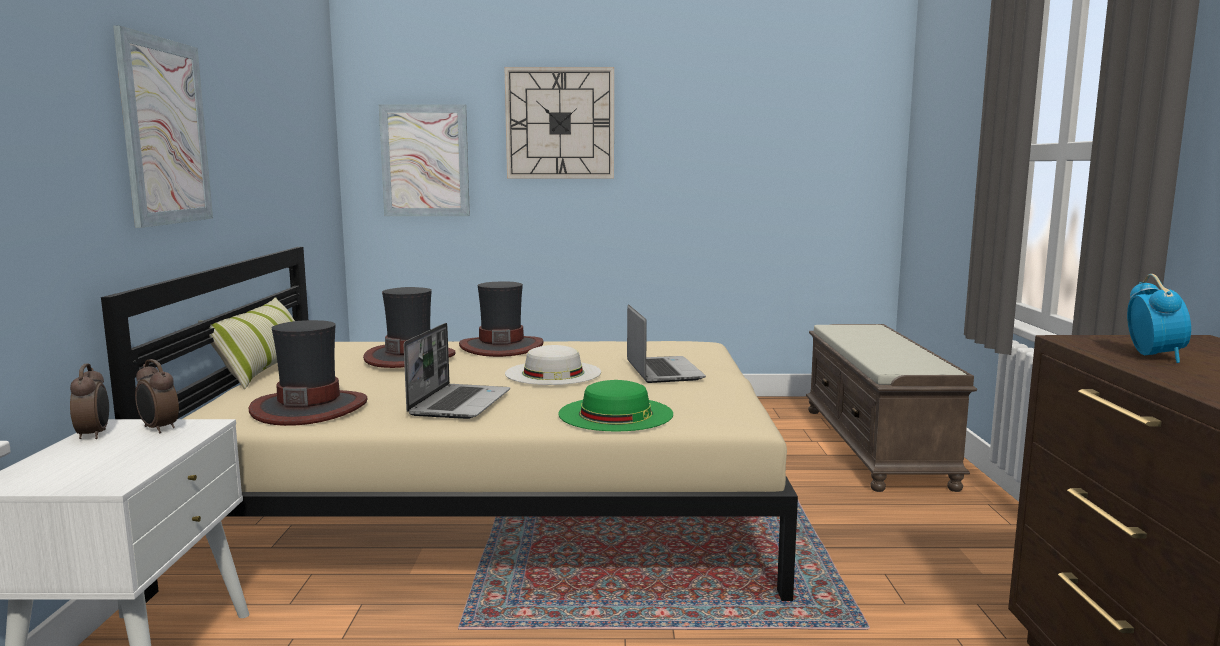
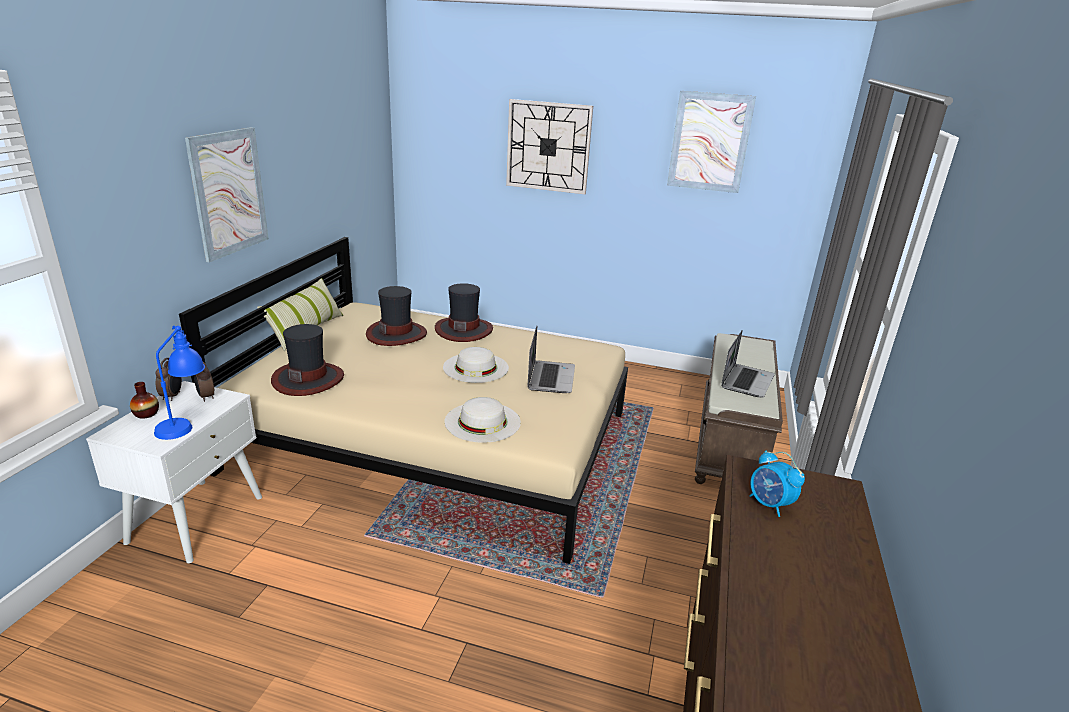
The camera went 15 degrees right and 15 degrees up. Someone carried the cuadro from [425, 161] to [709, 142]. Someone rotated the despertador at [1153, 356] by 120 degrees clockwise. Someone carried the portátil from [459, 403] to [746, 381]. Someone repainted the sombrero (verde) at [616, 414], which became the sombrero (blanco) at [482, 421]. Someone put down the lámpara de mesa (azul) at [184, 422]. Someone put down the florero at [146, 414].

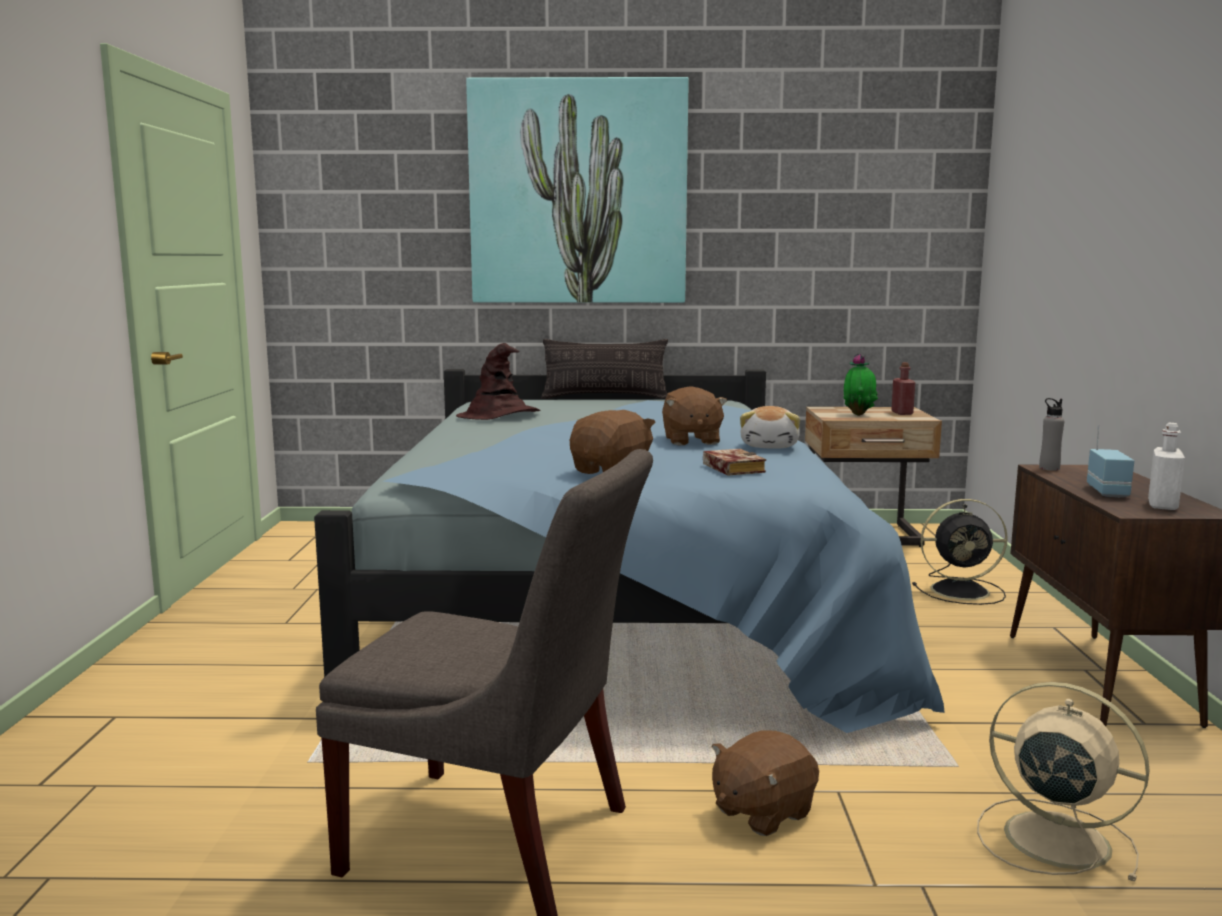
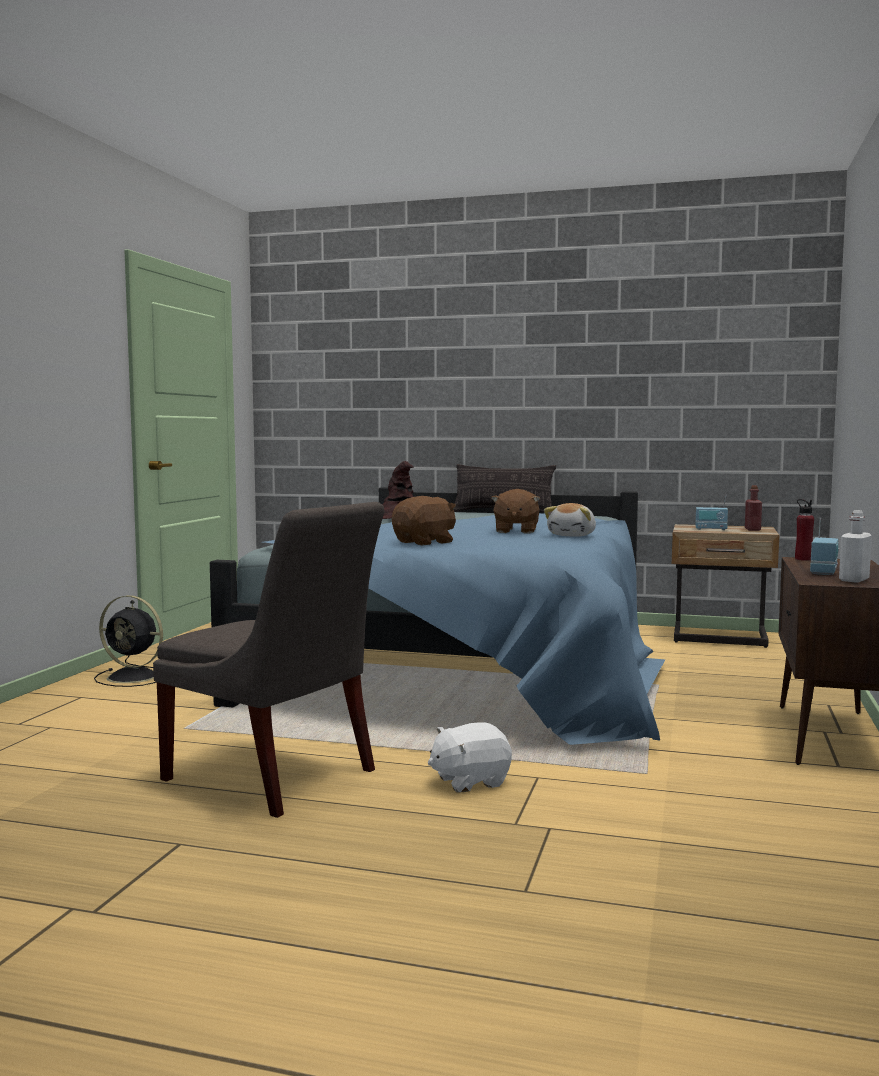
The camera went 15 degrees right and 5 degrees down. Someone took away the cuadro at [578, 193]. Someone swapped the planta en maceta at [858, 414] for the radio at [711, 529]. Someone repainted the botella (gris) at [1049, 468], which became the botella (rojo) at [803, 559]. Someone took away the libro at [730, 468]. Someone carried the ventilador (negro) from [962, 591] to [134, 677]. Someone took away the ventilador (beis) at [1051, 838]. Someone repainted the peluche (marrón) at [761, 811], which became the peluche (blanco) at [470, 781].

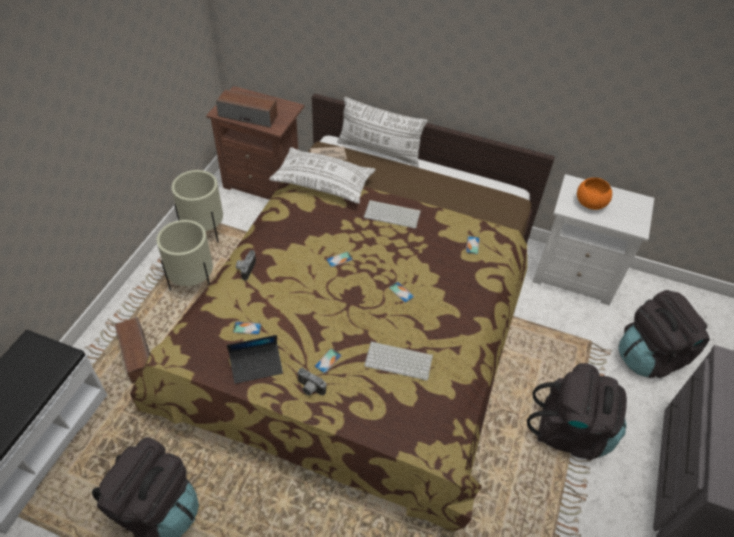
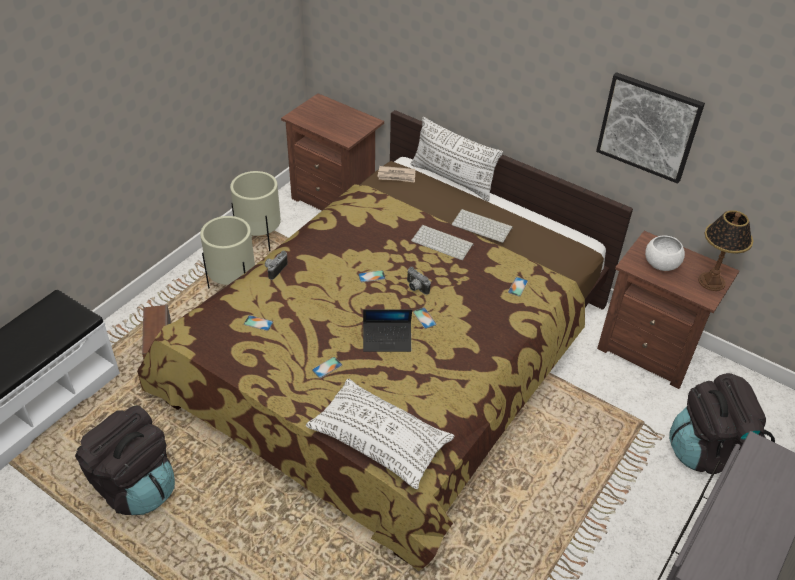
The camera went 15 degrees right and 5 degrees down. Someone took away the altavoz at [248, 116]. Someone carried the cojín (blanco) from [323, 184] to [380, 441]. Someone repainted the mesita de noche (blanco) at [575, 275], which became the mesita de noche (marrón) at [650, 350]. Someone repainted the cuenco (naranja) at [590, 203], which became the cuenco (blanco) at [661, 264]. Someone carried the portátil from [256, 365] to [387, 340]. Someone carried the teclado from [399, 360] to [483, 226]. Someone took away the mochila (negro) at [571, 432]. Someone carried the cámara from [309, 389] to [415, 288]. Someone put up the cuadro at [648, 127]. Someone put down the lámpara de mesa at [711, 281].

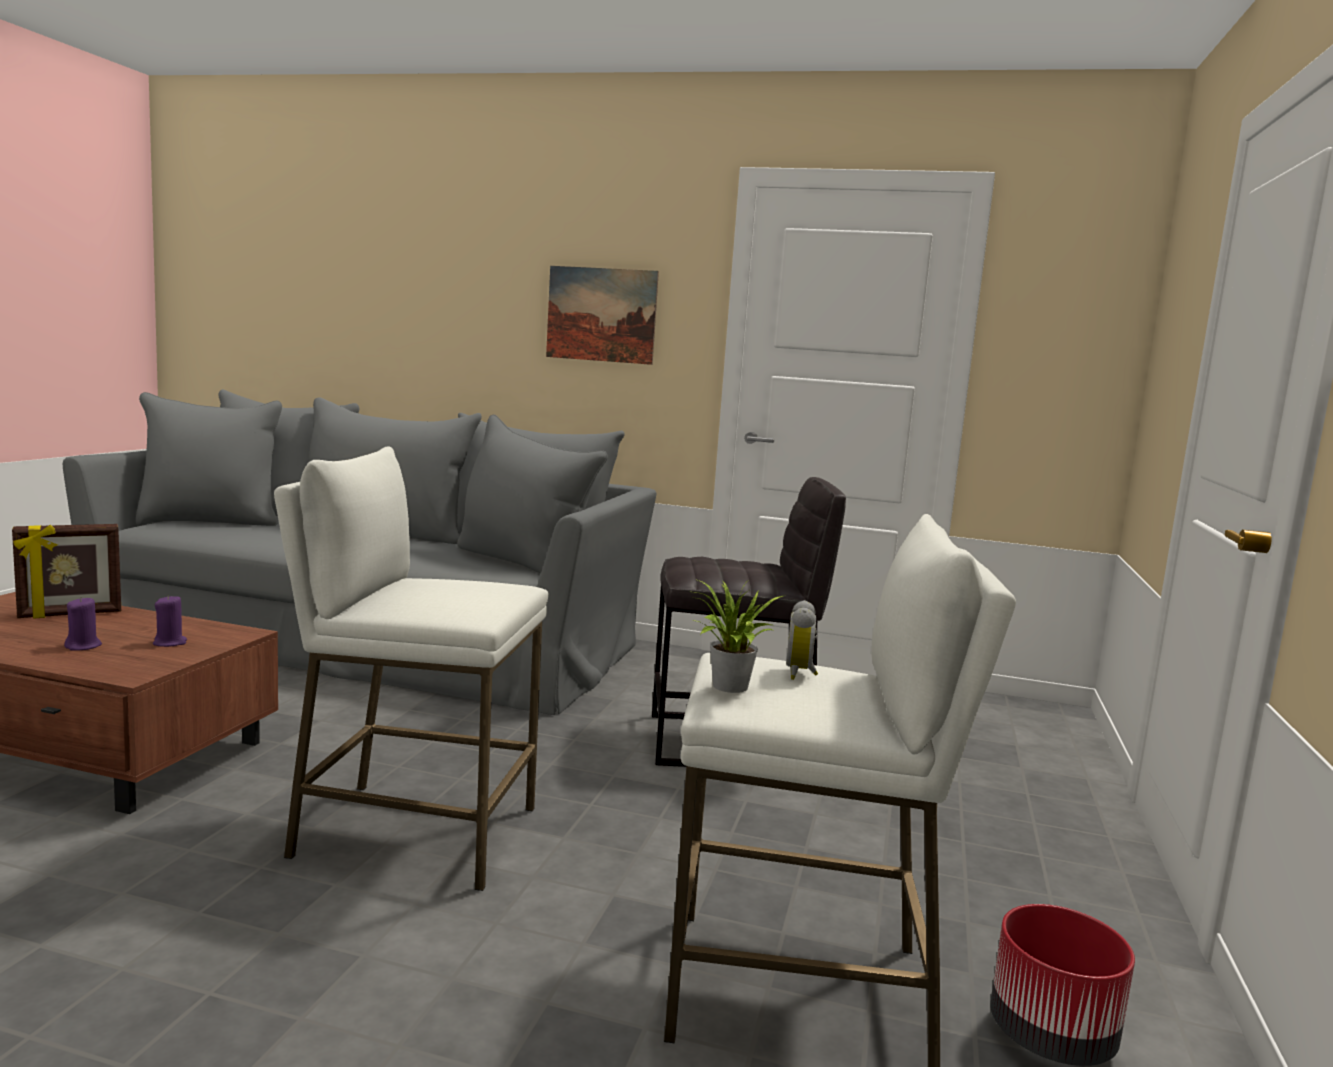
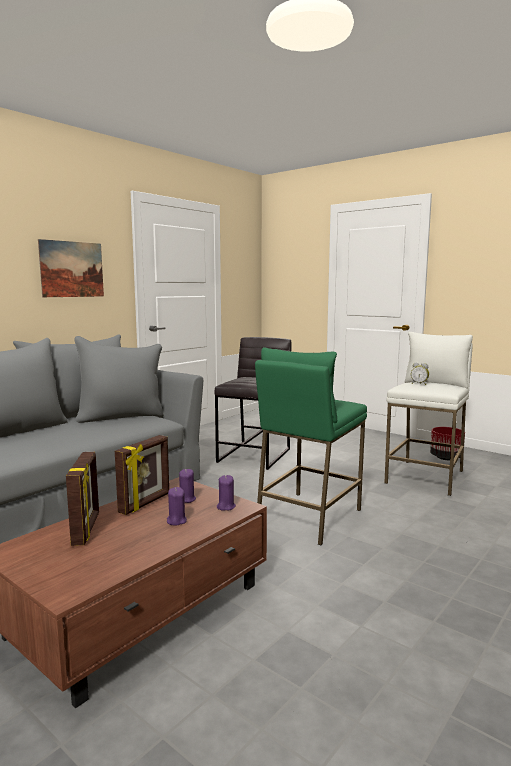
The camera went 65 degrees left and 0 degrees up. Someone repainted the taburete (blanco) at [415, 833], which became the taburete (verde) at [308, 517]. Someone took away the planta en maceta at [727, 687]. Someone put down the portarretratos at [145, 503]. Someone put down the vela (morado) at [226, 506].

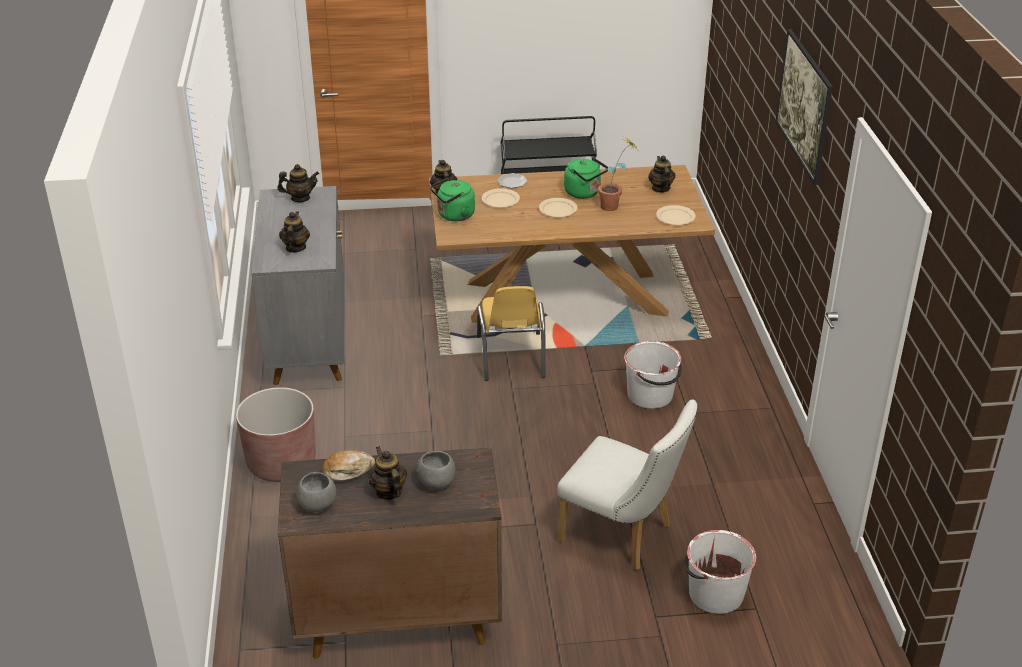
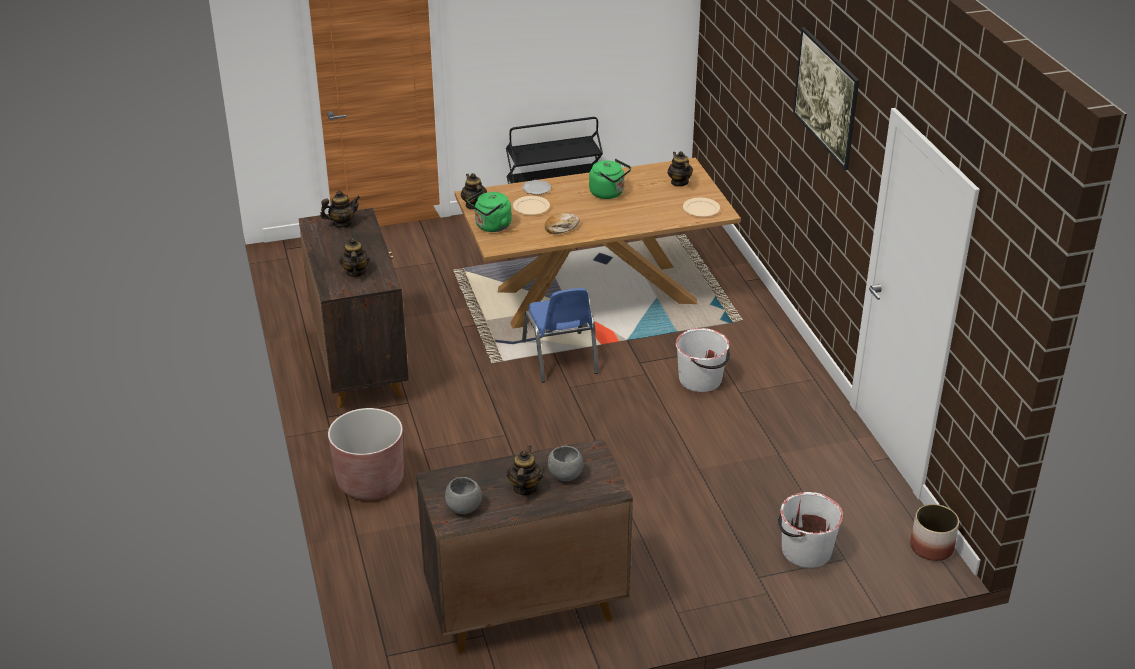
The camera went 10 degrees left and 0 degrees up. Someone took away the planta en maceta at [615, 206]. Someone repainted the armario (gris) at [308, 343], which became the armario (marrón) at [359, 364]. Someone took away the plato (beis) at [557, 209]. Someone repainted the silla (amarillo) at [511, 357], which became the silla (azul) at [560, 357]. Someone took away the silla (blanco) at [623, 535]. Someone rotated the tetera at [388, 492] by 45 degrees clockwise. Someone carried the pan from [348, 471] to [561, 228]. Someone put down the maceta at [931, 547].

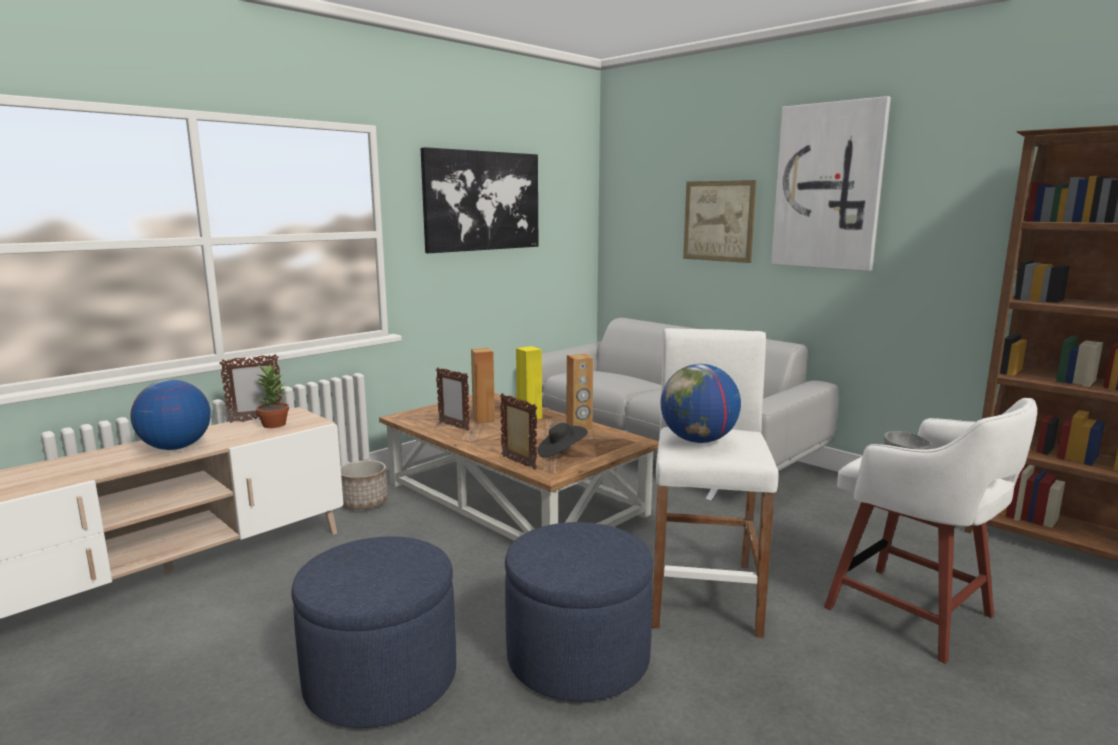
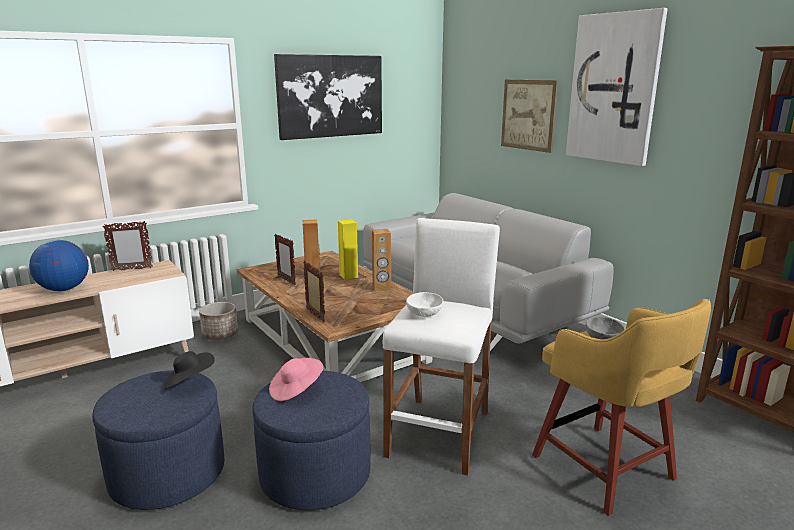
The camera went 10 degrees right and 5 degrees up. Someone took away the planta en maceta at [274, 424]. Someone swapped the globo terráqueo at [698, 440] for the cuenco (blanco) at [425, 314]. Someone repainted the taburete (blanco) at [913, 614], which became the taburete (amarillo) at [605, 470]. Someone carried the sombrero (negro) from [561, 453] to [189, 382]. Someone put down the sombrero (rosa) at [295, 390].

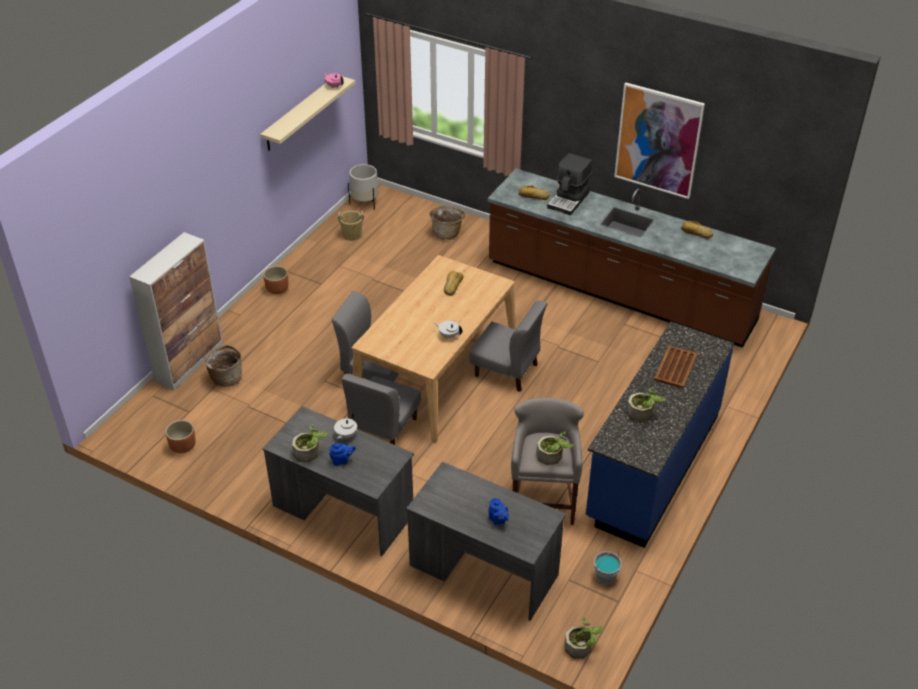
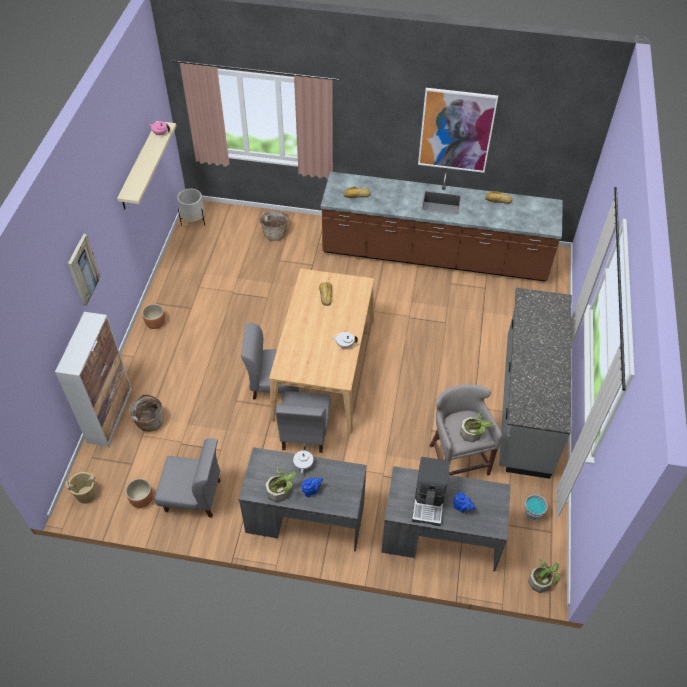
The camera went 20 degrees left and 10 degrees up. Someone carried the cafetera from [569, 200] to [429, 501]. Someone carried the cubo (beis) from [352, 235] to [86, 494]. Someone carried the silla (gris) from [506, 370] to [193, 496]. Someone repainted the mueble bajo de cocina (azul) at [652, 466], which became the mueble bajo de cocina (gris) at [525, 405]. Someone took away the bandeja (marrón) at [675, 367]. Someone took away the planta en maceta at [643, 413]. Someone put up the cuadro at [83, 270].

